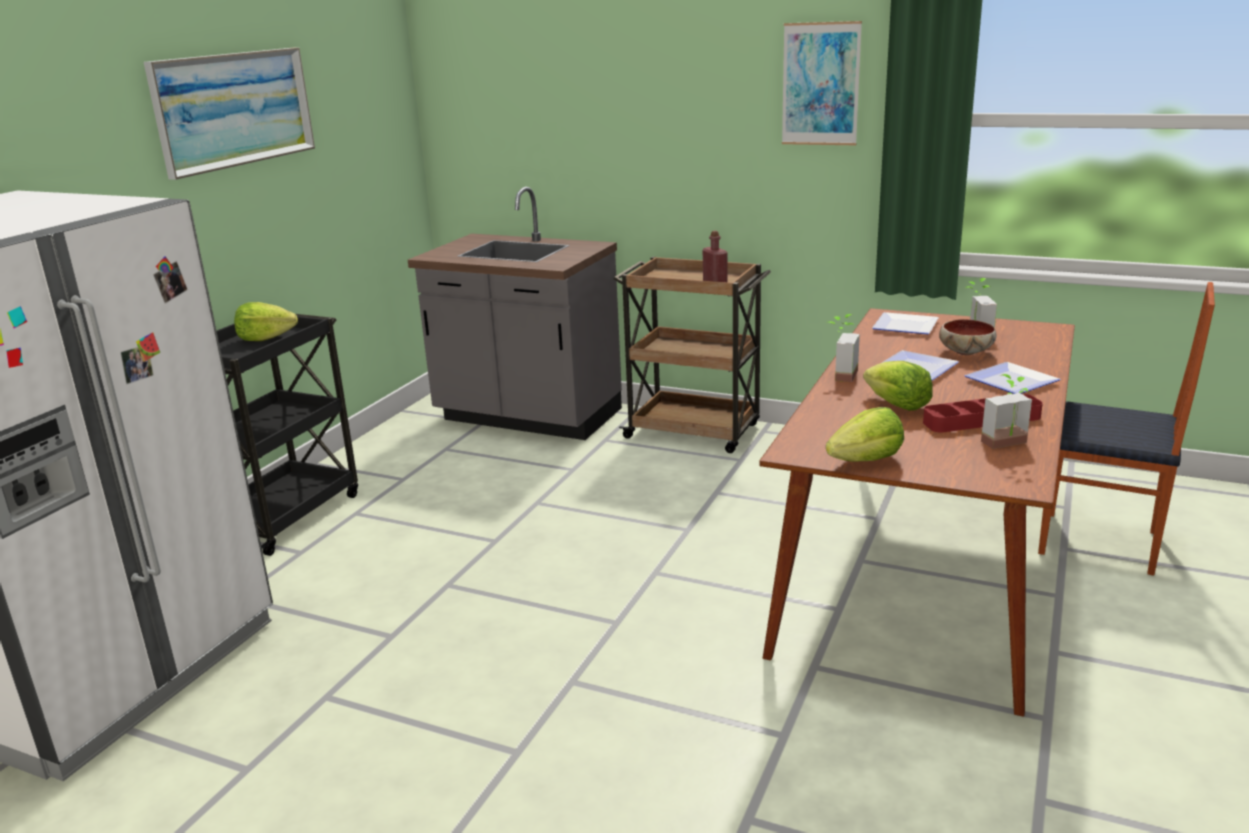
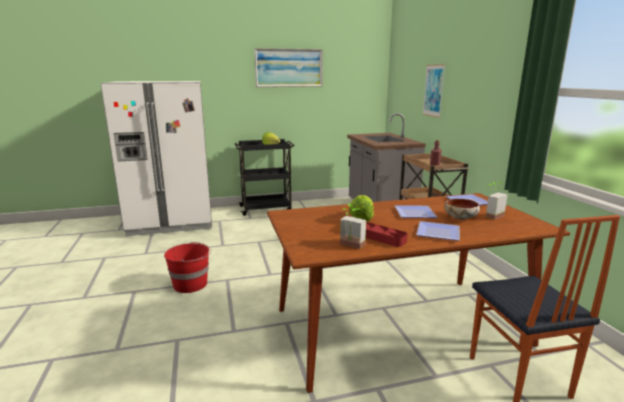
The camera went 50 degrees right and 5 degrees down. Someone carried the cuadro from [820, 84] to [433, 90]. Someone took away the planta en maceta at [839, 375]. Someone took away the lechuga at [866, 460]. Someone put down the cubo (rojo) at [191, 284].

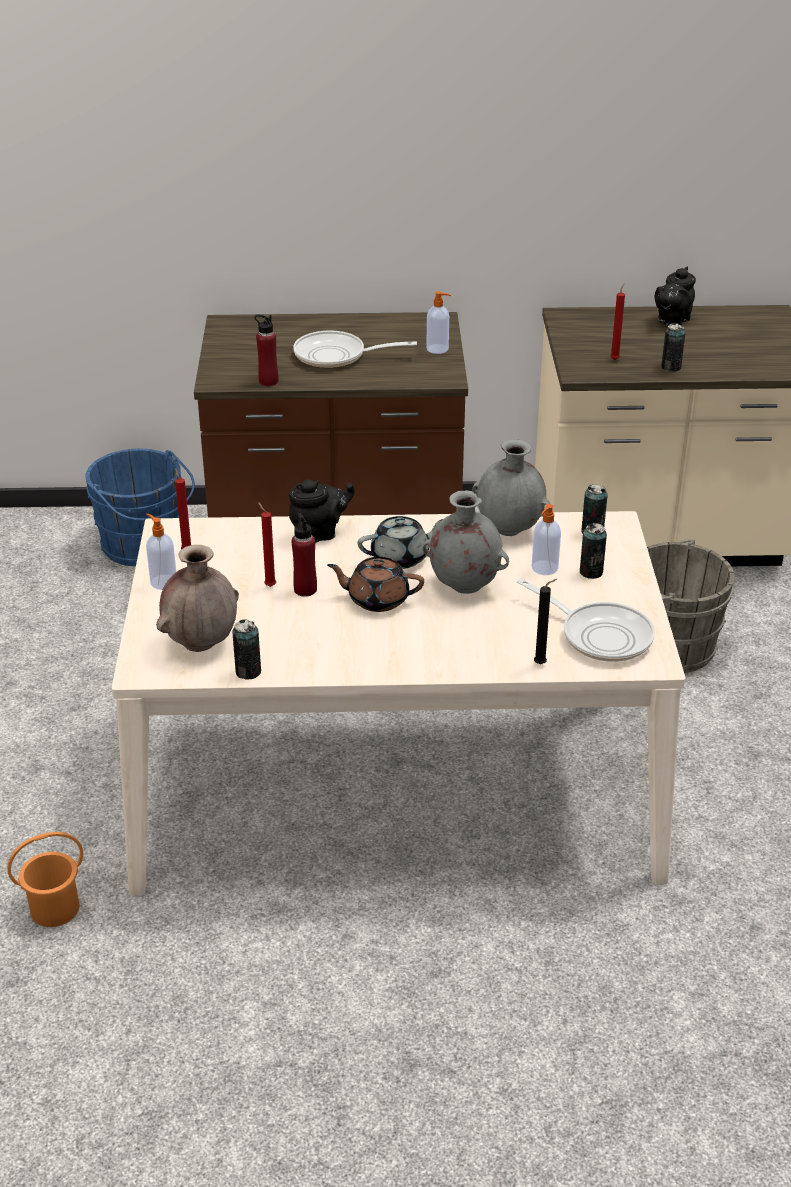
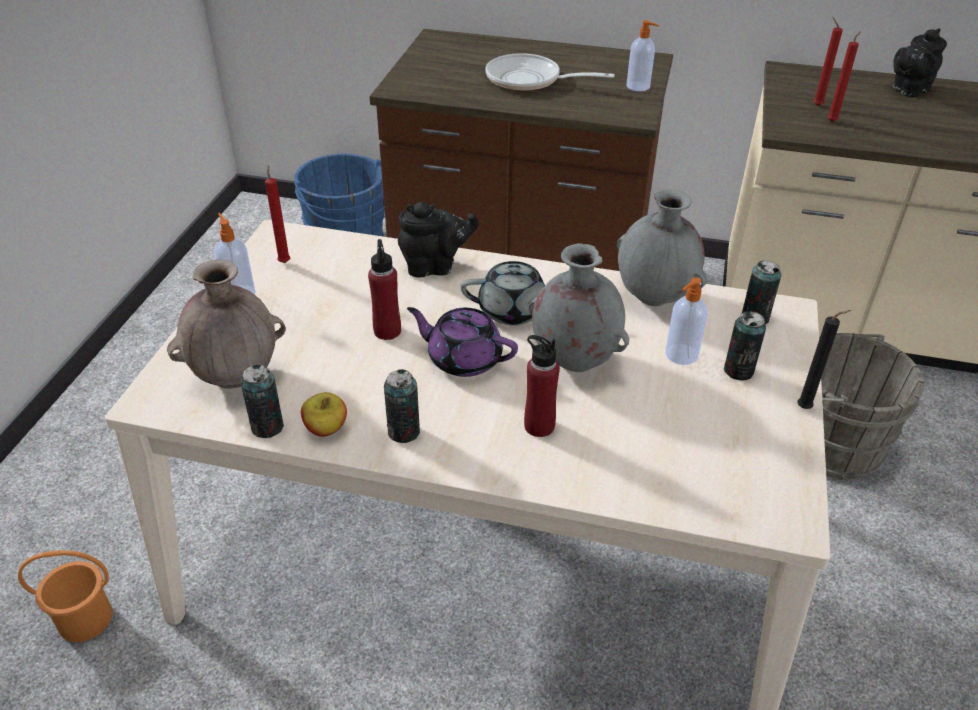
The camera went 15 degrees right and 5 degrees up. Someone carried the botella (rojo) from [268, 381] to [539, 426]. Someone carried the lata from [671, 367] to [404, 432]. Someone carried the vela (rojo) from [269, 585] to [816, 105]. Someone repainted the tetera (marrón) at [377, 599], which became the tetera (morado) at [463, 359]. Someone took away the sartén at [600, 635]. Someone carried the vela (negro) from [542, 664] to [806, 408]. Someone put down the manzana at [326, 428].

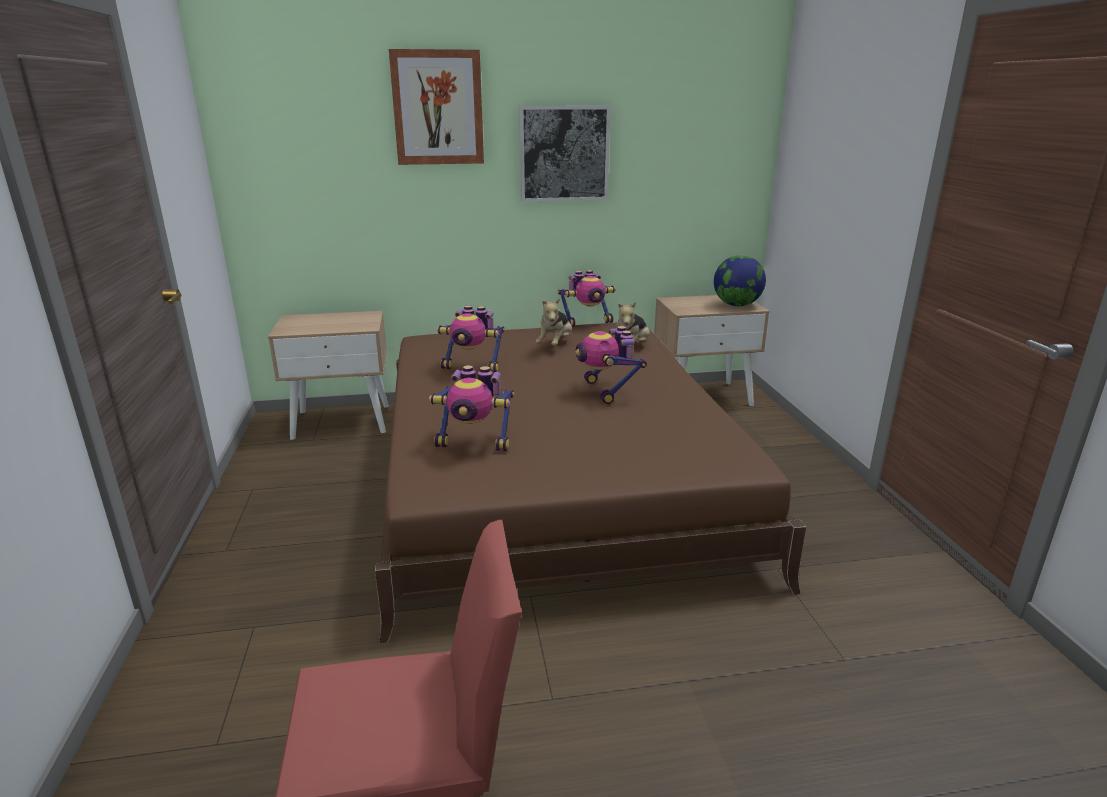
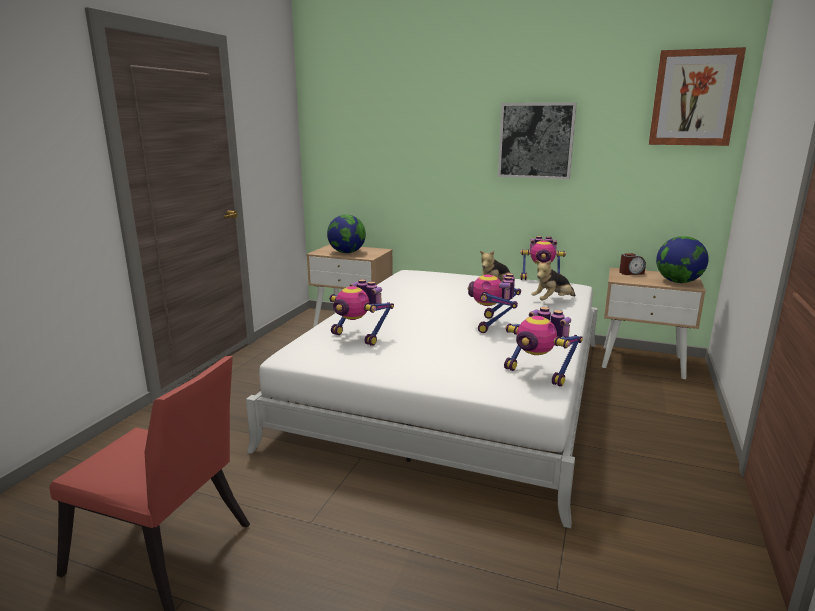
The camera went 30 degrees right and 5 degrees down. Someone carried the cuadro from [438, 108] to [694, 98]. Someone carried the robot de juguete from [472, 367] to [538, 374]. Someone repainted the cama (marrón) at [552, 477], which became the cama (blanco) at [454, 389]. Someone put down the globo terráqueo at [347, 252]. Someone put down the despertador at [631, 273].

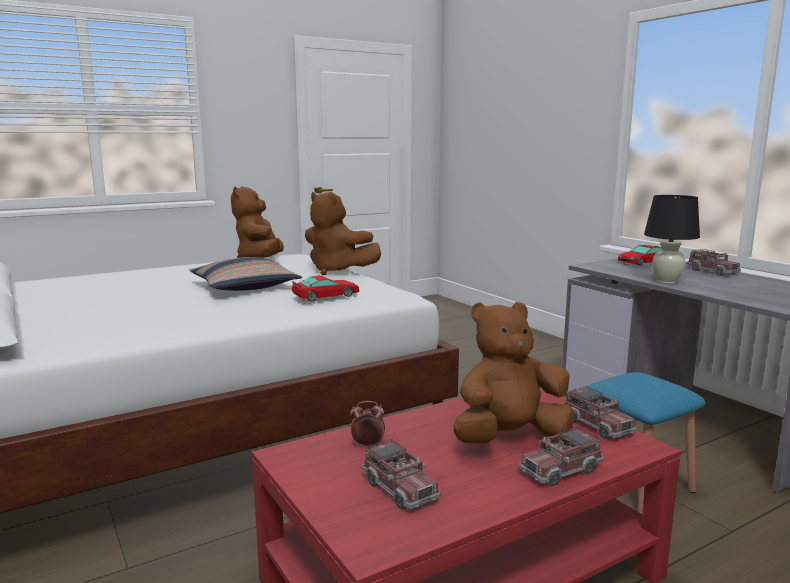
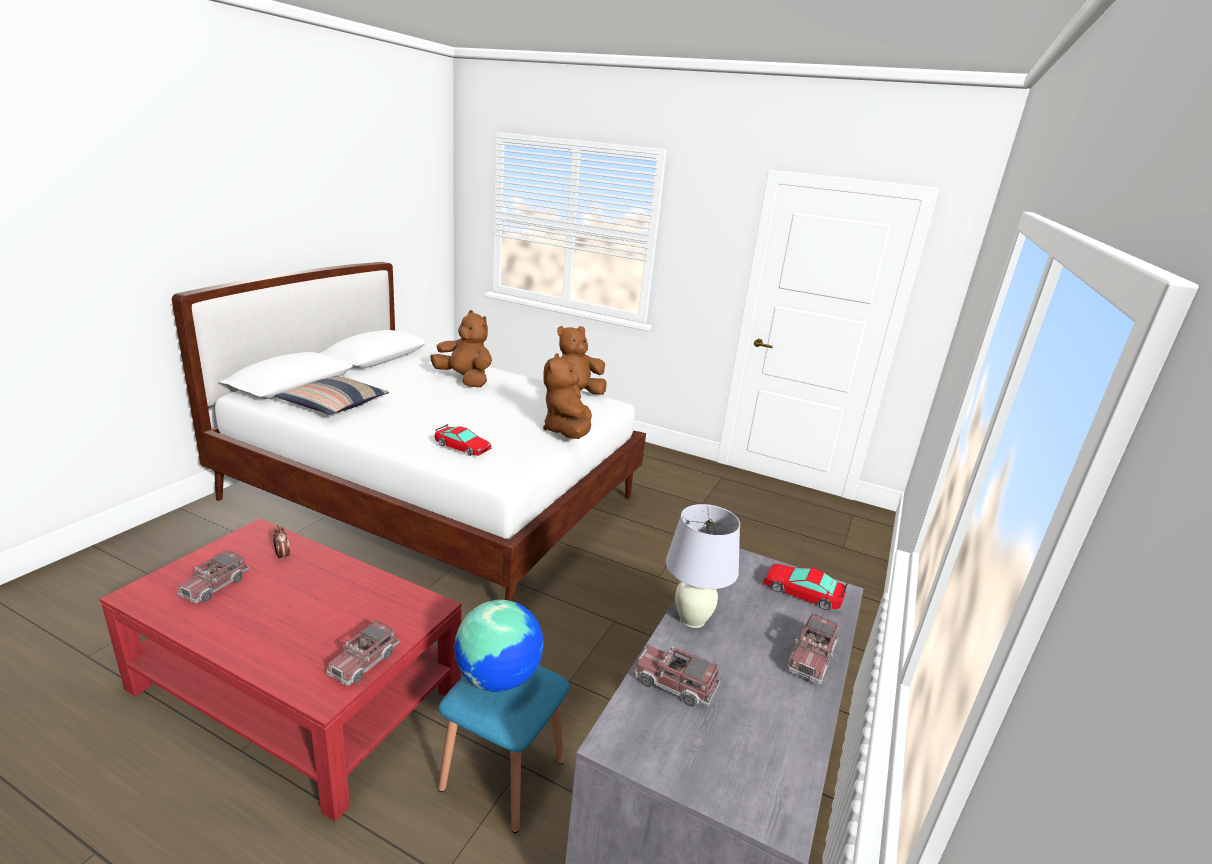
The camera went 55 degrees right and 10 degrees up. Someone repainted the lámpara de mesa (negro) at [666, 281], which became the lámpara de mesa (blanco) at [692, 619]. Someone carried the cojín from [245, 287] to [334, 405]. Someone carried the peluche (marrón) from [509, 438] to [465, 380]. Someone carried the camión de juguete from [560, 470] to [675, 684]. Someone put down the globo terráqueo at [499, 678].

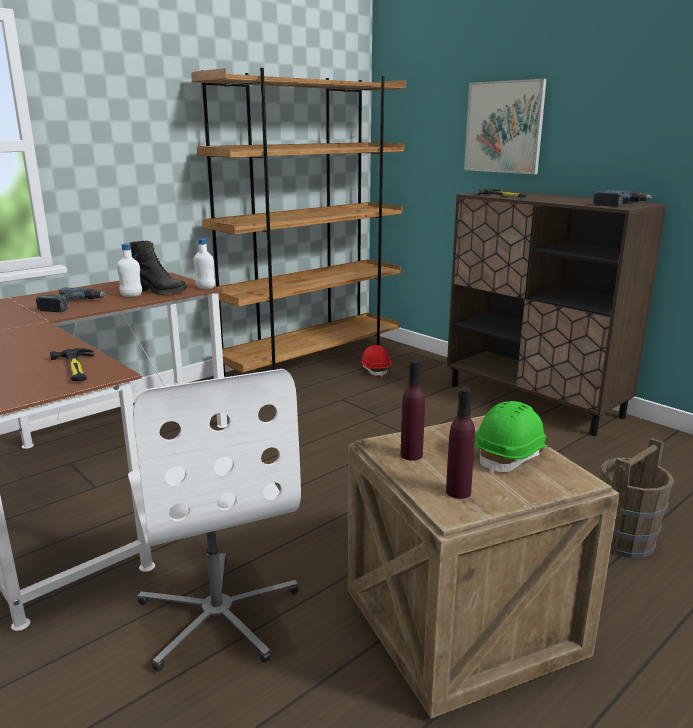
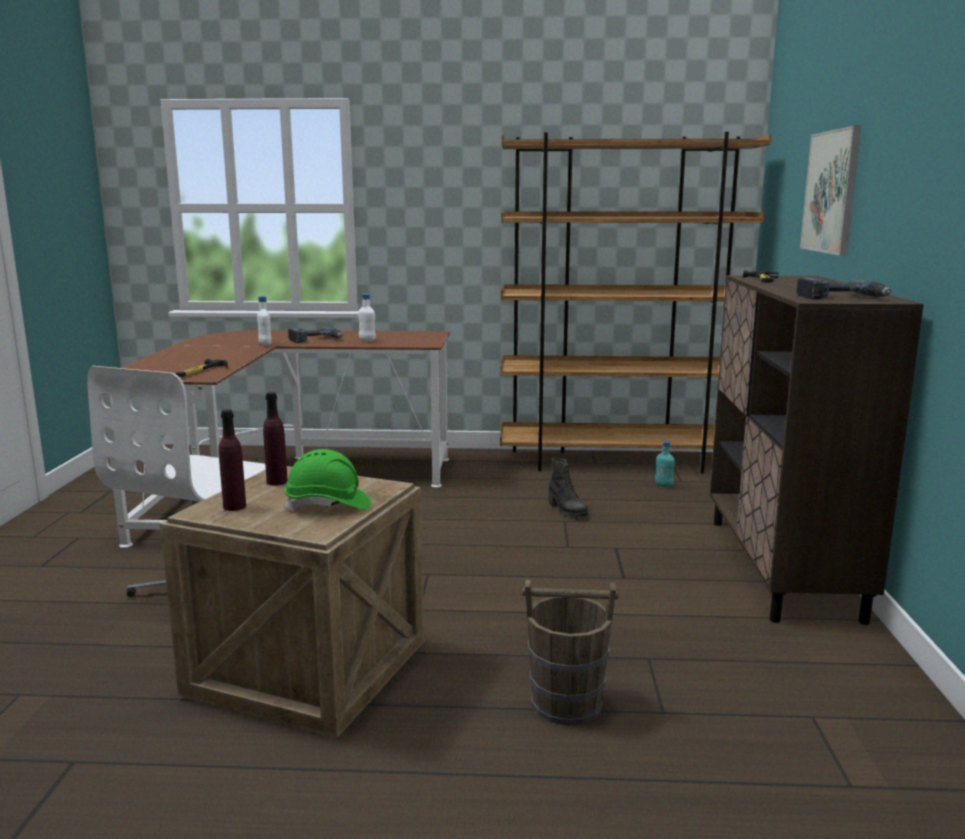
The camera went 45 degrees right and 5 degrees down. Someone carried the botella (blanco) from [205, 288] to [265, 344]. Someone carried the bota (negro) from [159, 292] to [566, 510]. Someone swapped the casco (rojo) at [375, 370] for the botella (turquesa) at [663, 485].

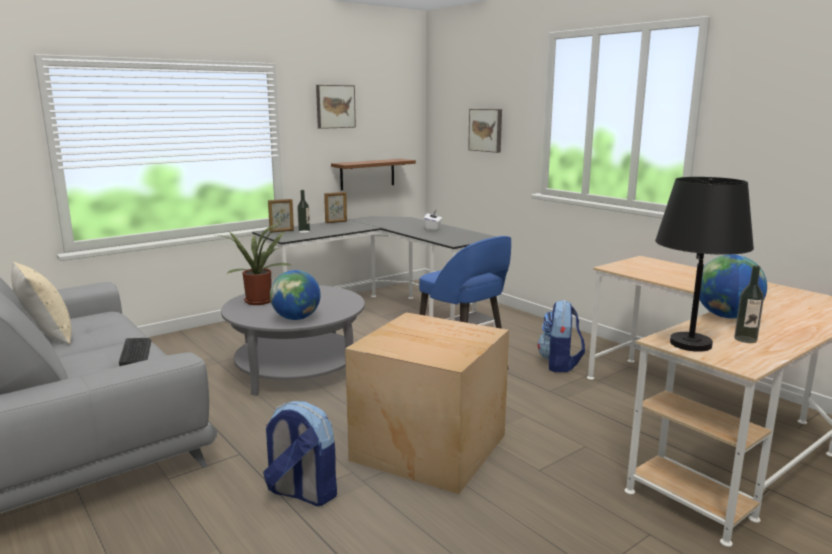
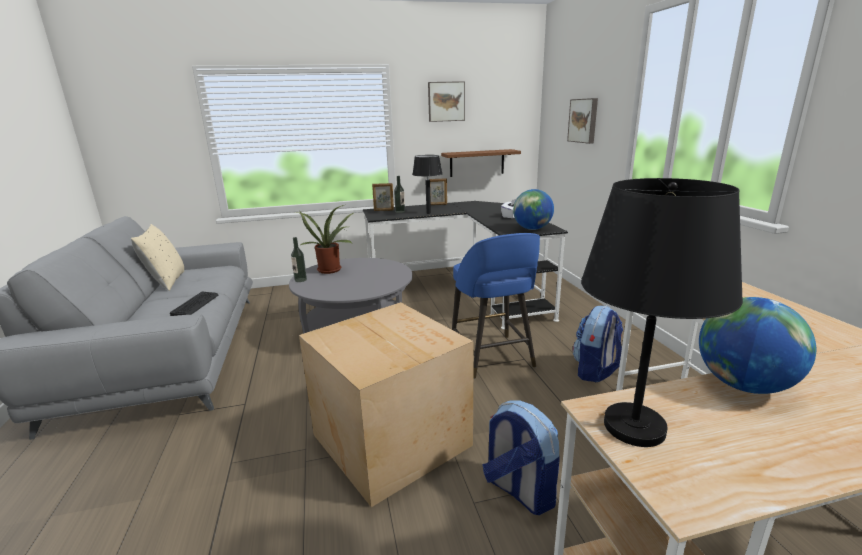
The camera went 25 degrees right and 5 degrees up. Someone carried the botella from [745, 339] to [300, 280]. Someone carried the globo terráqueo from [296, 318] to [532, 229]. Someone carried the mochila from [301, 493] to [518, 490]. Someone put down the lámpara de mesa (negro) at [428, 213].

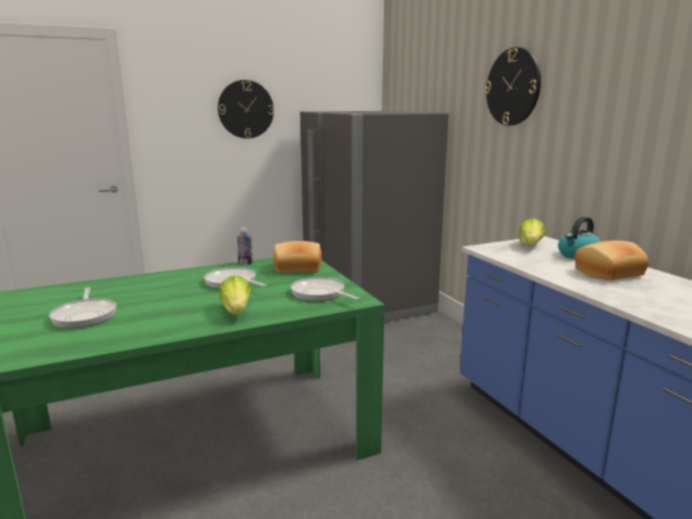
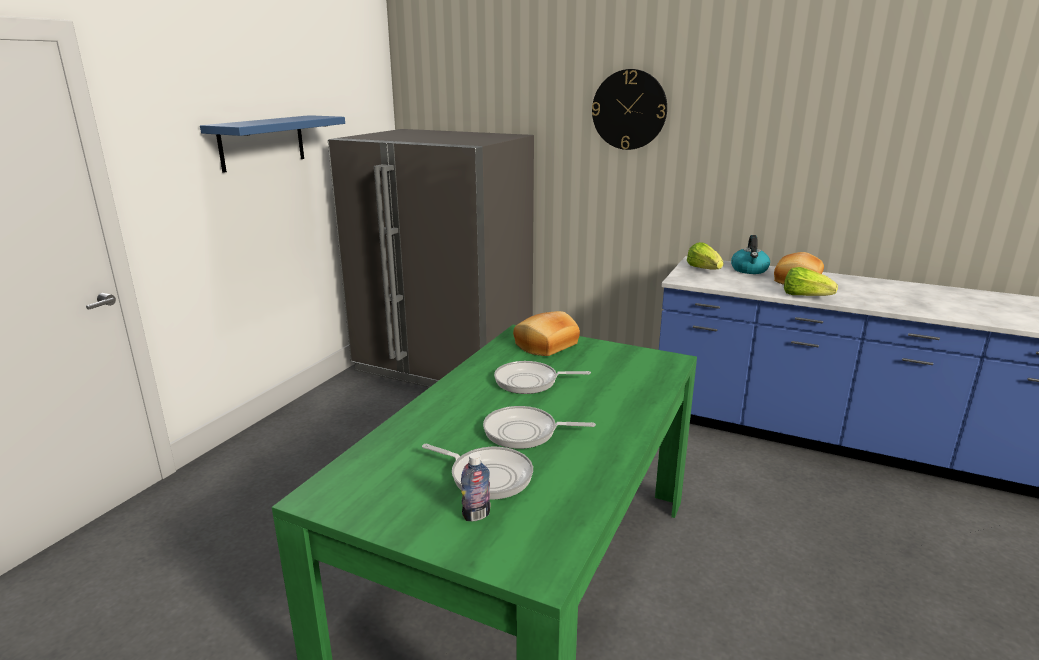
The camera went 40 degrees left and 5 degrees up. Someone swapped the reloj de pared at [246, 109] for the estante (azul) at [262, 142]. Someone carried the botella from [245, 263] to [476, 515]. Someone carried the lechuga from [236, 311] to [805, 296]. Someone carried the sartén from [320, 294] to [525, 432].

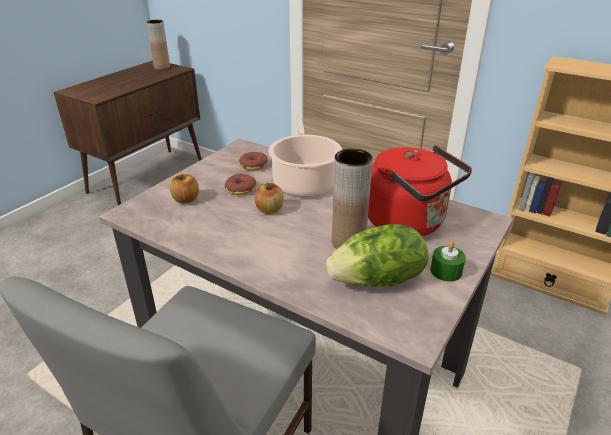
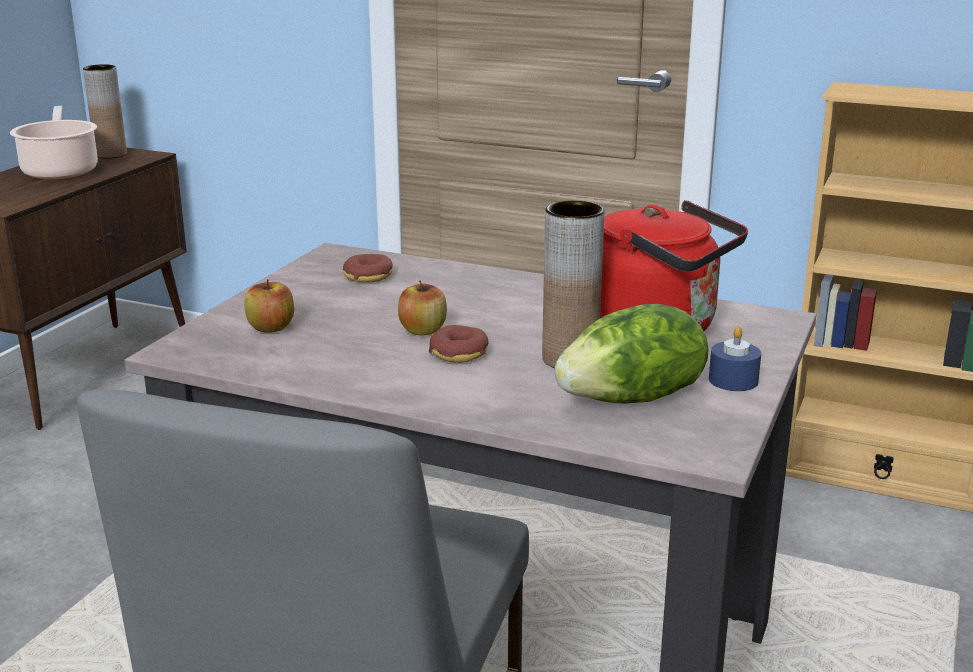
The camera went 10 degrees left and 10 degrees down. Someone carried the olla from [304, 181] to [60, 170]. Someone carried the rosquilla from [241, 189] to [459, 353]. Someone repainted the vela (verde) at [446, 271], which became the vela (azul) at [733, 380].

